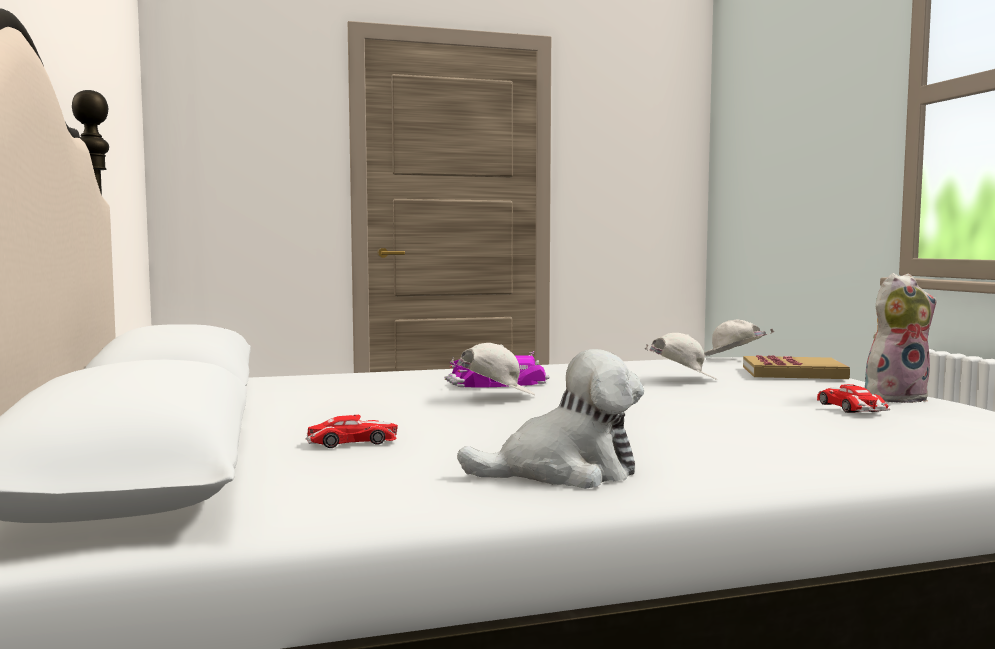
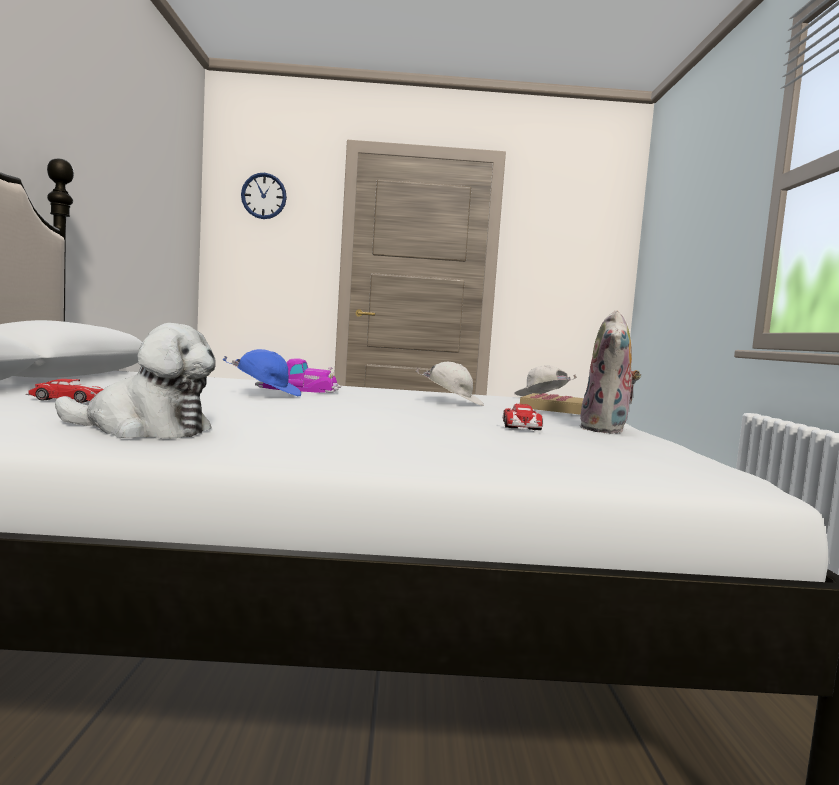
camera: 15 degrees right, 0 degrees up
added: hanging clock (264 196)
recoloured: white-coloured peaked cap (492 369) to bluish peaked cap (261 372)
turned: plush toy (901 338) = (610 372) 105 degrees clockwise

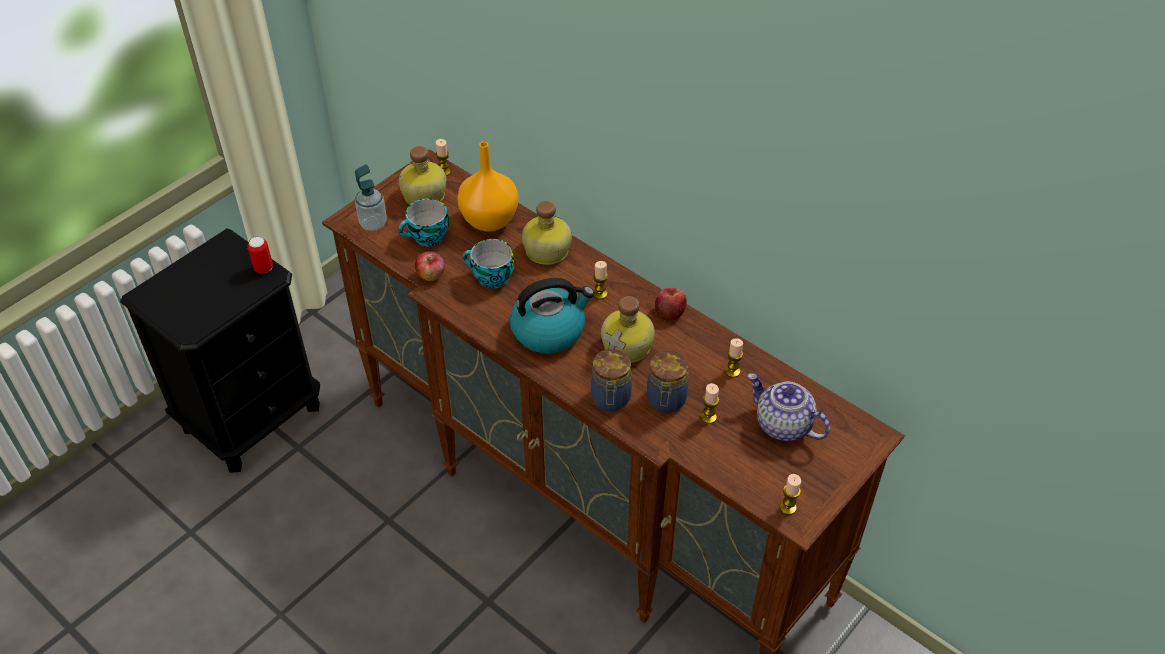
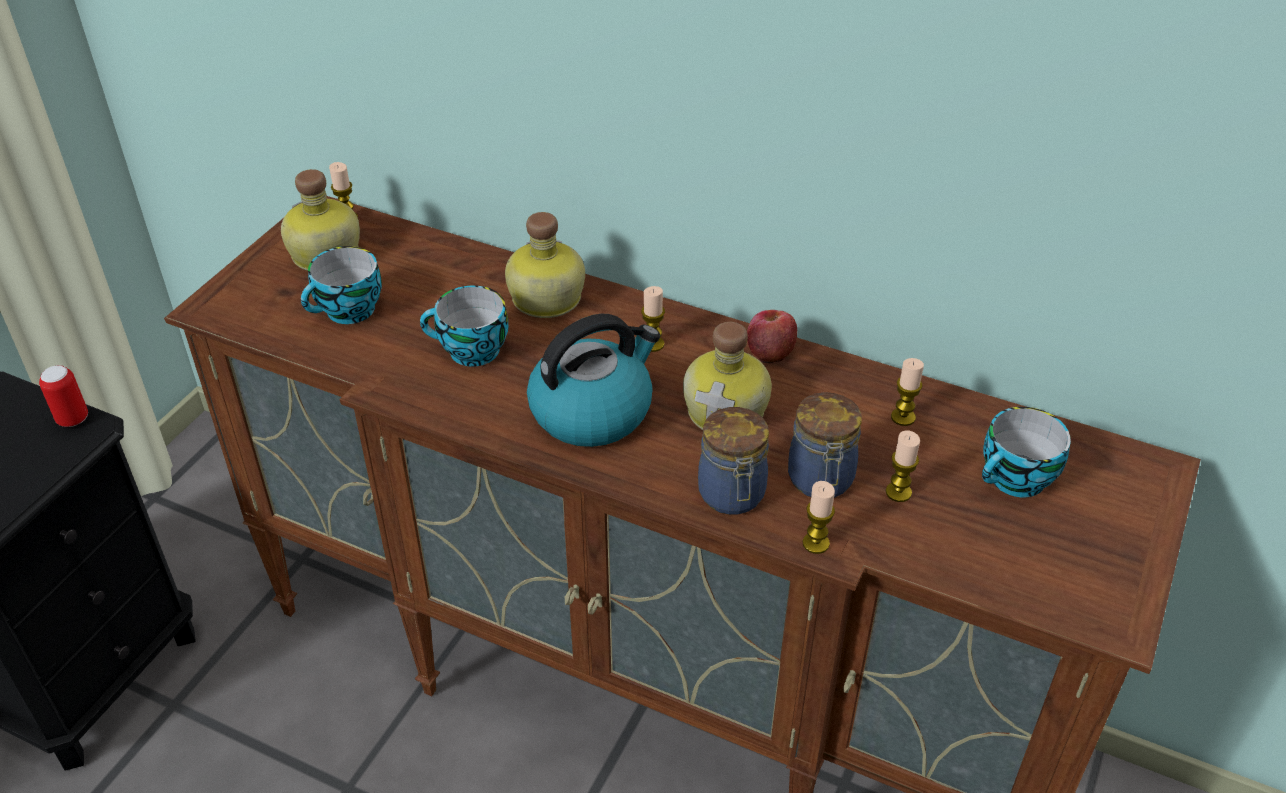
camera: 15 degrees left, 5 degrees down
removed: soap bottle (371 197); apple fruit (430 266); orangey vase (487 187)
moved: wax candle (790 494) to (819 517)
replaced: teapot (789 407) to cup (1026 452)

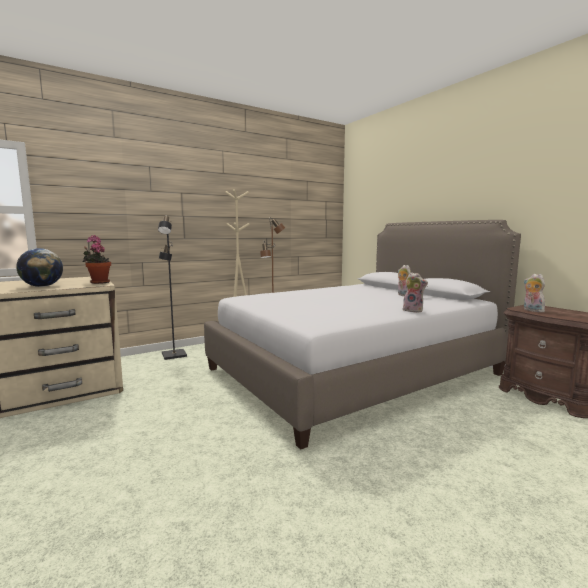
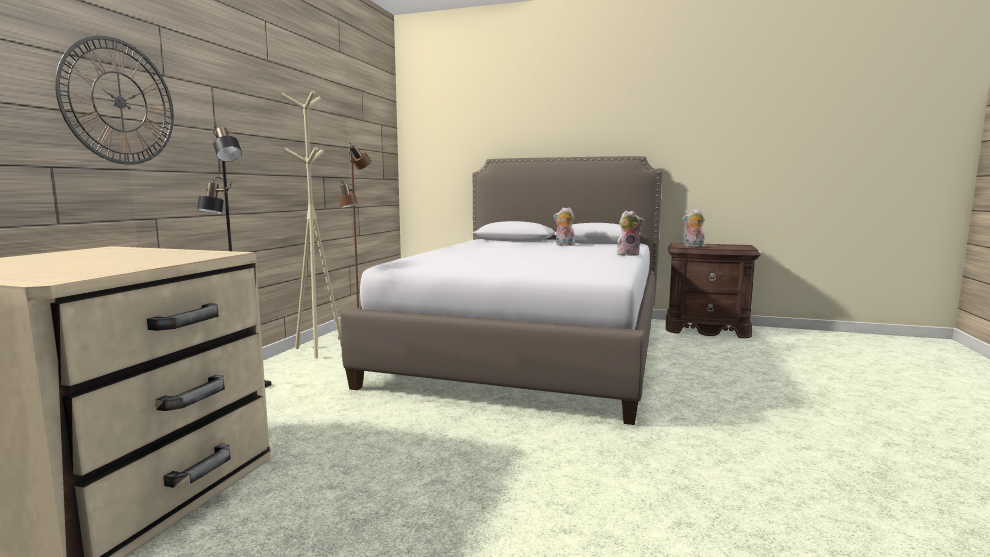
camera: 40 degrees left, 0 degrees up
removed: desk globe (39 267); potted plant (97 259)
added: hanging clock (114 100)

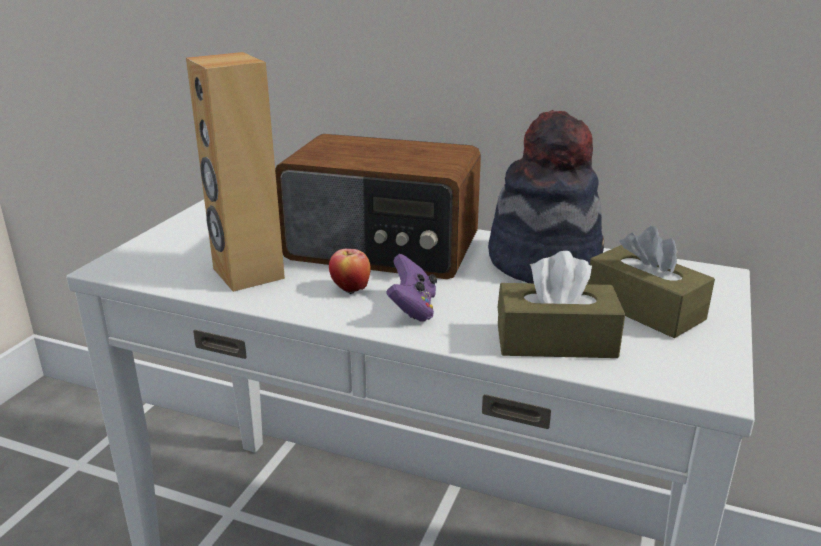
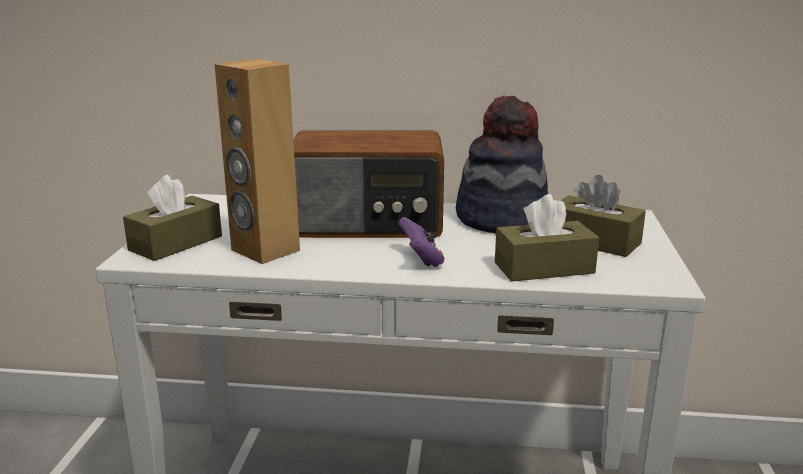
camera: 15 degrees left, 5 degrees down
removed: apple fruit (350 271)
added: brown box of tissues (172 218)

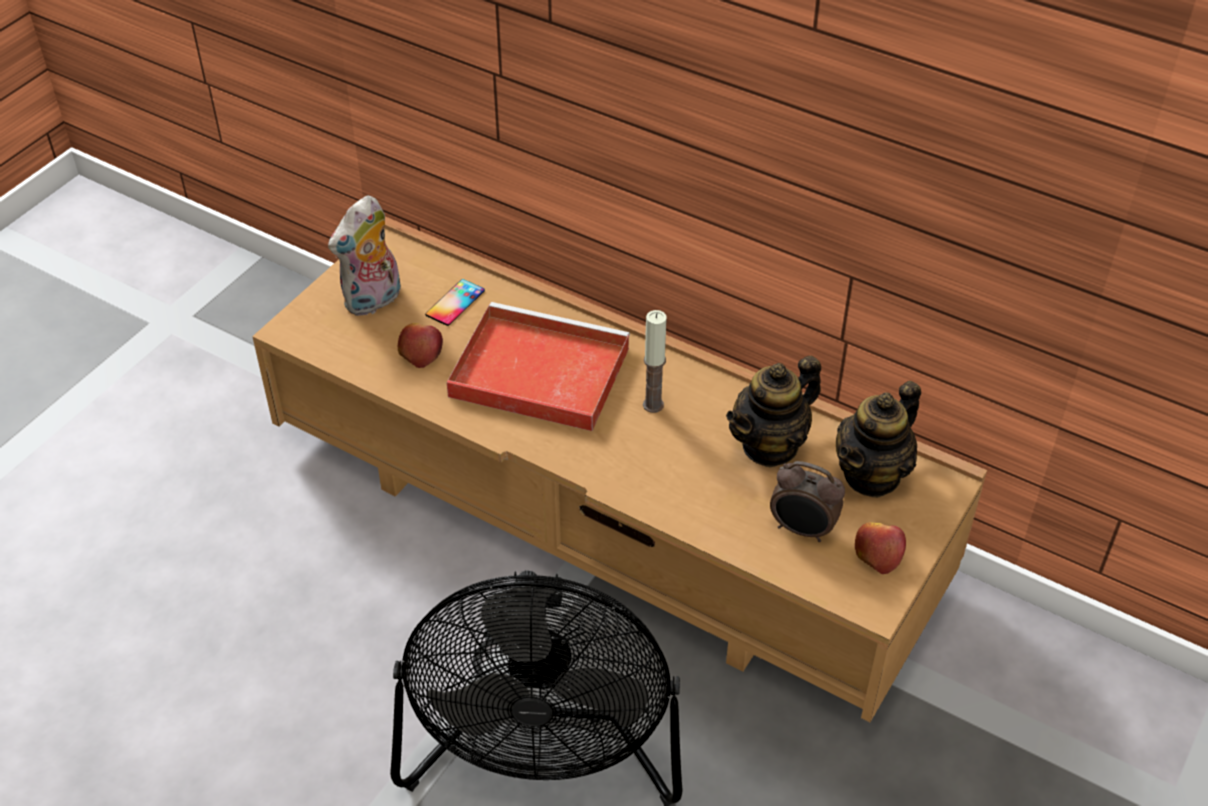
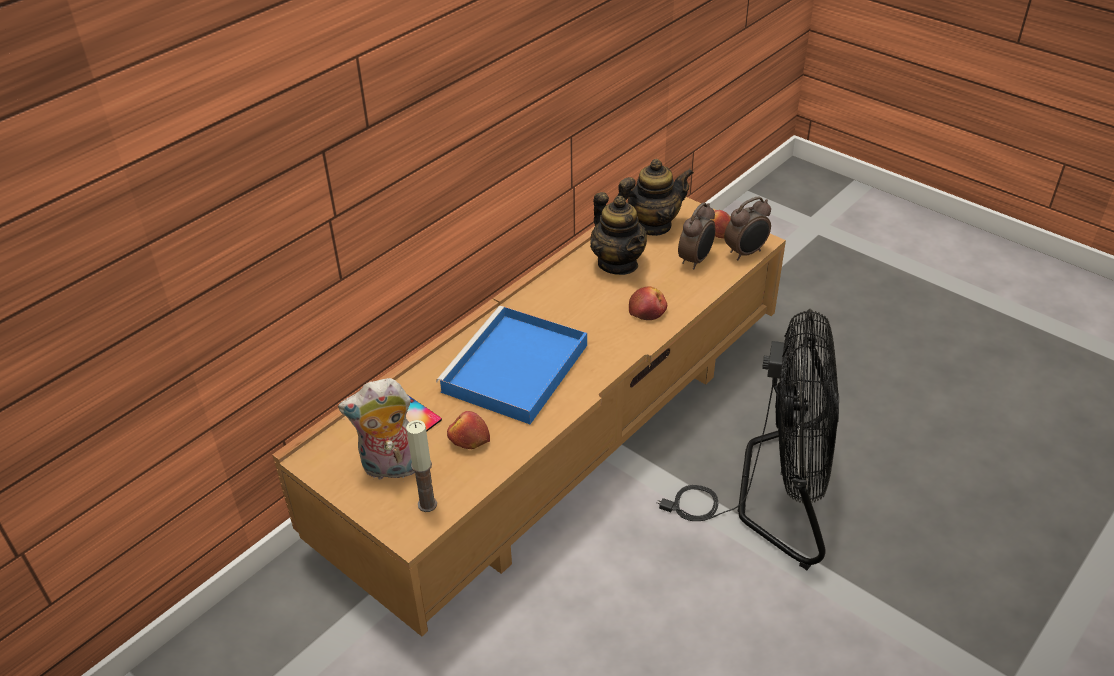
camera: 80 degrees left, 5 degrees down
added: apple fruit (648 303); bedside clock (747 228)
moved: wax candle (655 361) to (421 466)
recoloured: red tray (538 366) to bluish tray (511 365)
turned: plush toy (364 255) = (376 429) 120 degrees clockwise; teapot (878 439) = (656 197) 75 degrees counterclockwise

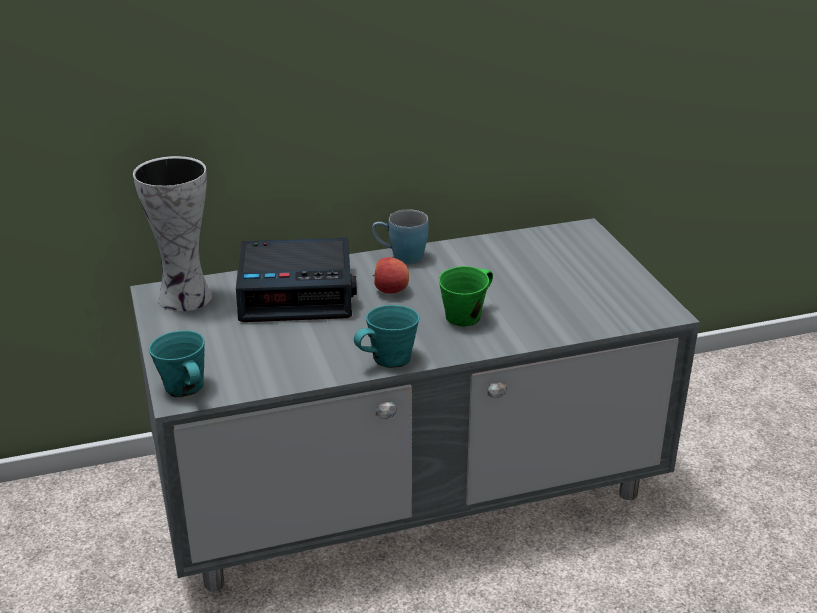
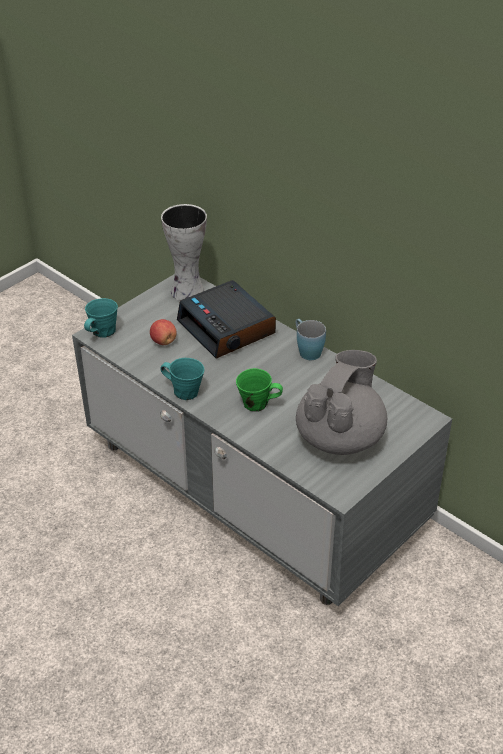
camera: 60 degrees right, 10 degrees up
added: gray teapot (341 402)
moved: apple fruit (391 275) to (163 332)

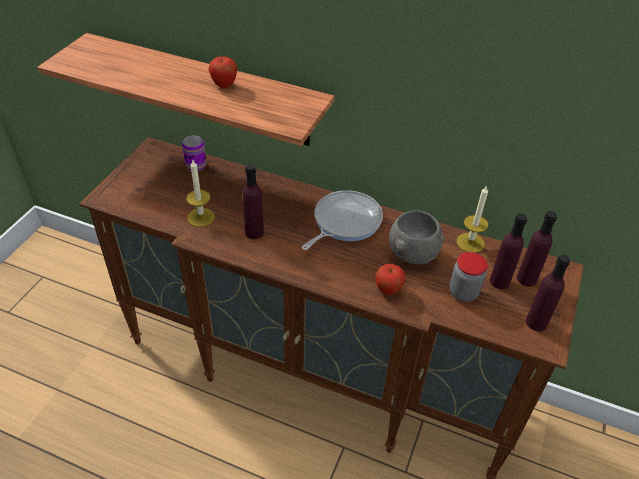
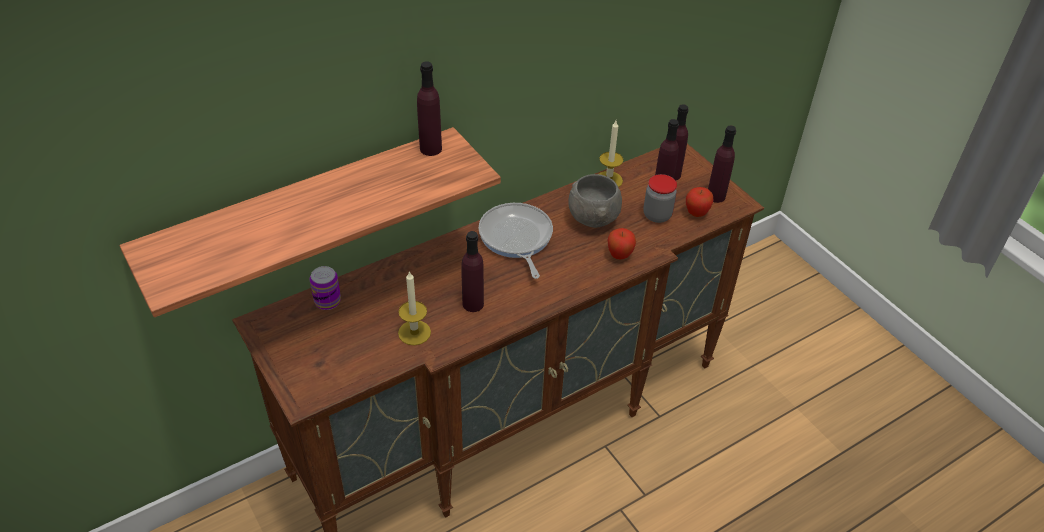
camera: 55 degrees left, 0 degrees up
added: purplish bottle (429 108)
moved: apple fruit (222 72) to (700 202)

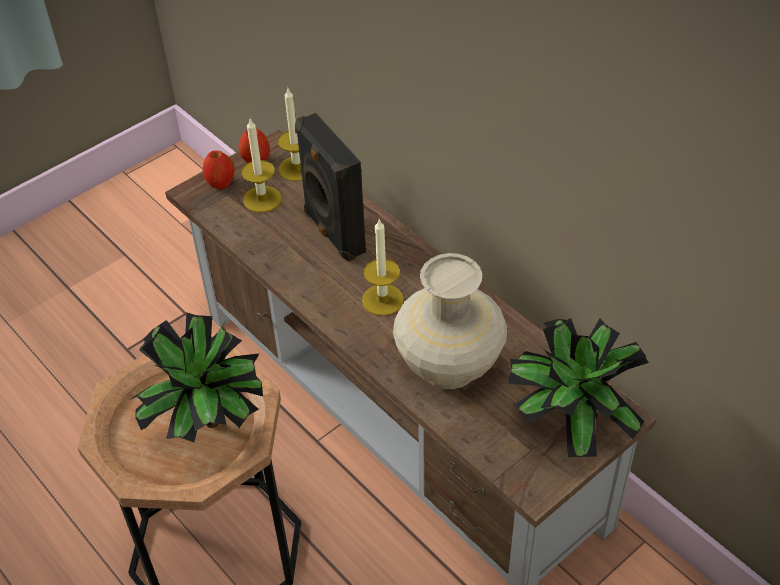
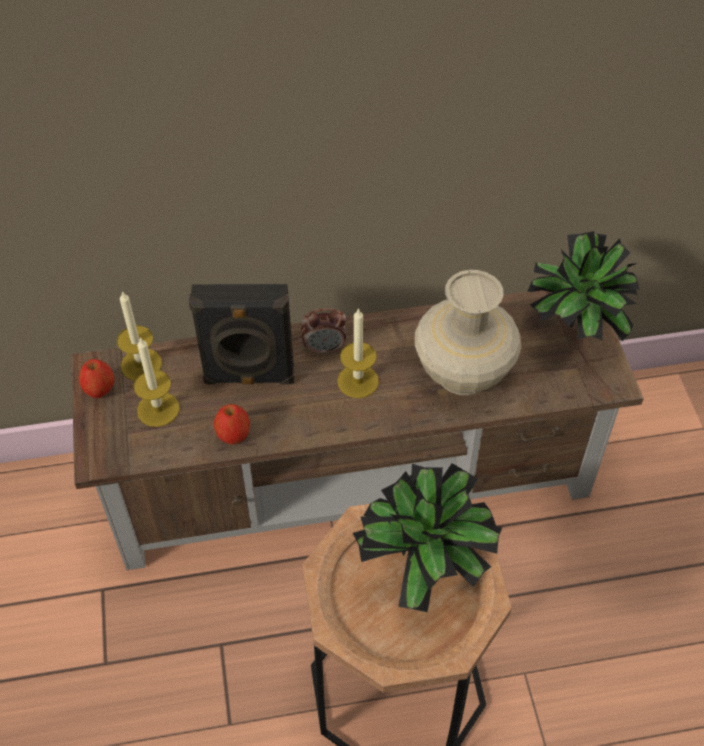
camera: 60 degrees left, 5 degrees up
added: bedside clock (323 331)
moved: apple fruit (219 170) to (232 424)

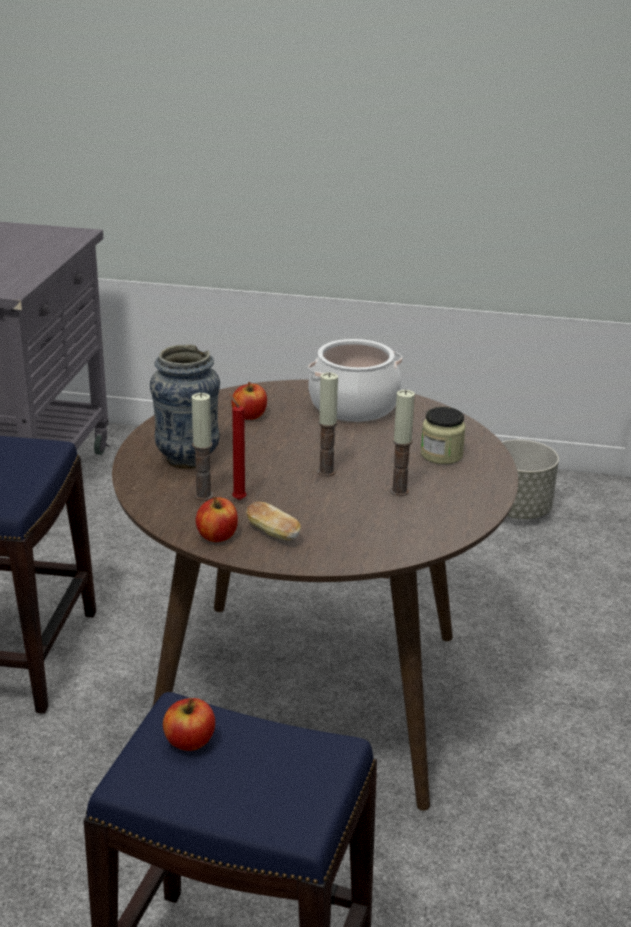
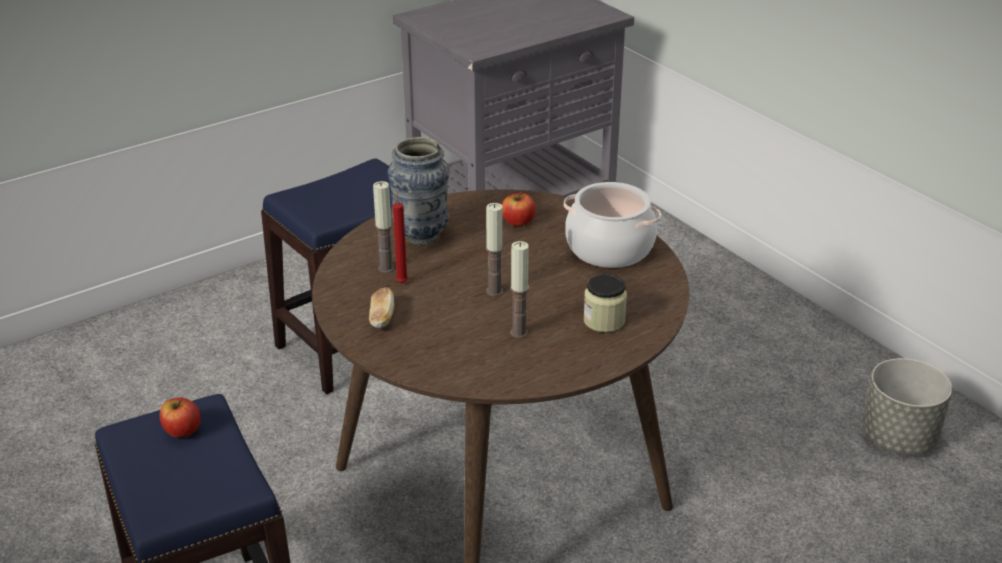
camera: 45 degrees right, 5 degrees up
removed: apple fruit (217 519)

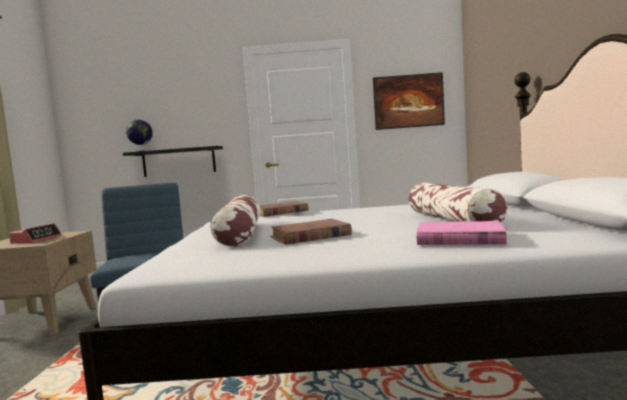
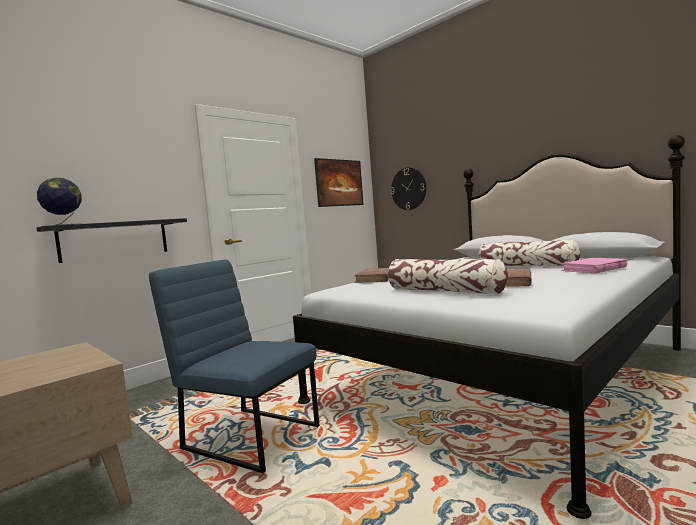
camera: 45 degrees left, 0 degrees up
removed: bedside clock (35 233)
added: hanging clock (408 188)

